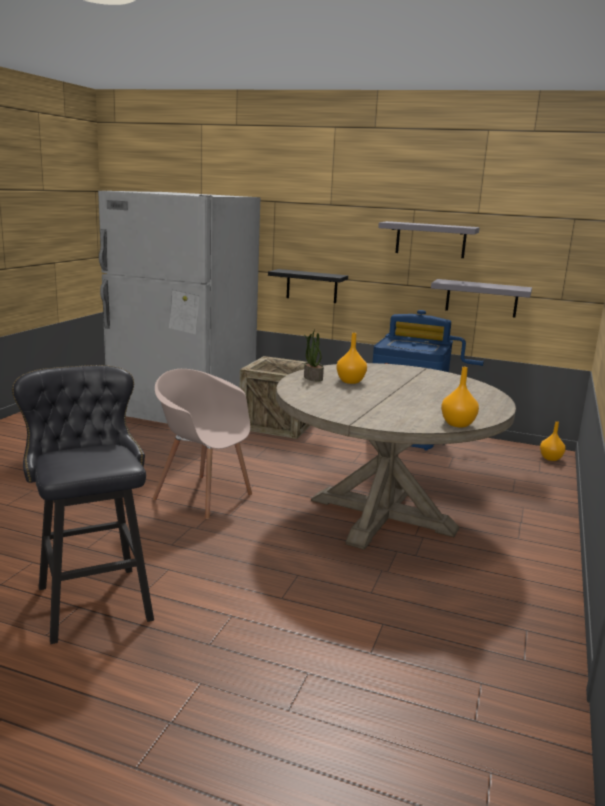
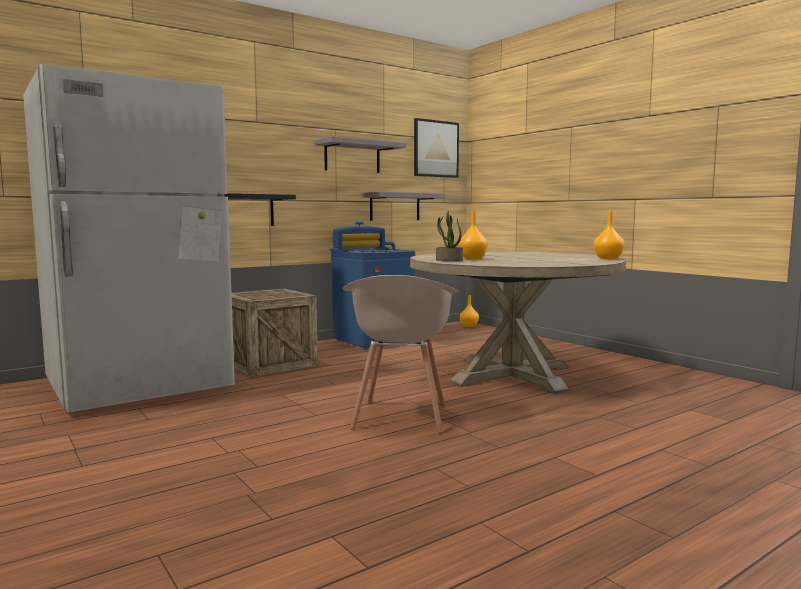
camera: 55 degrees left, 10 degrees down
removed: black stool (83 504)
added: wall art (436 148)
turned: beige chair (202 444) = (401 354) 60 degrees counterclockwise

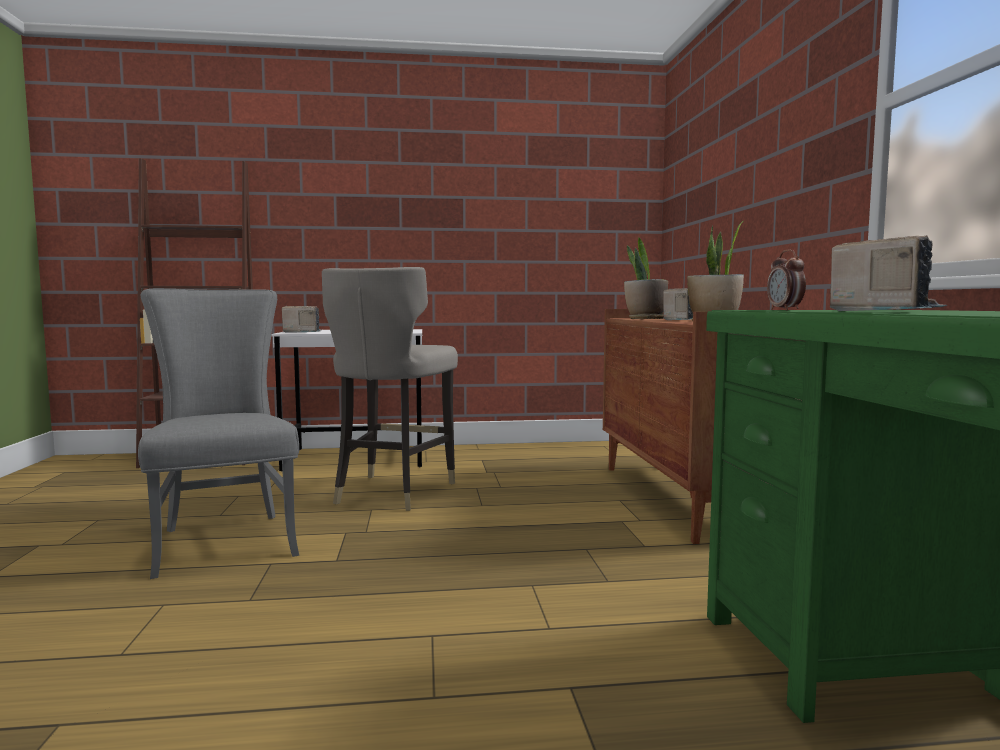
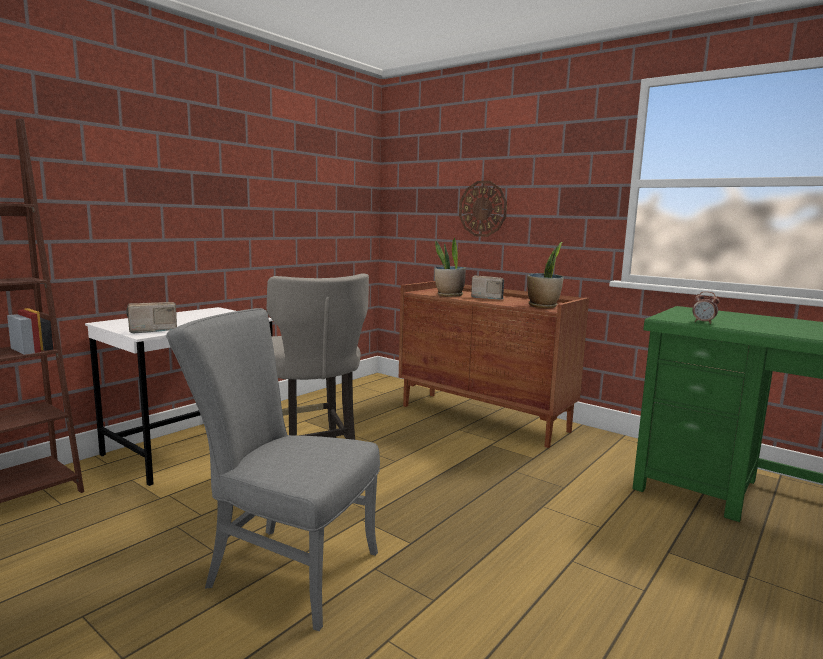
camera: 45 degrees left, 5 degrees up
removed: radio receiver (888 273)
added: hanging clock (483 209)

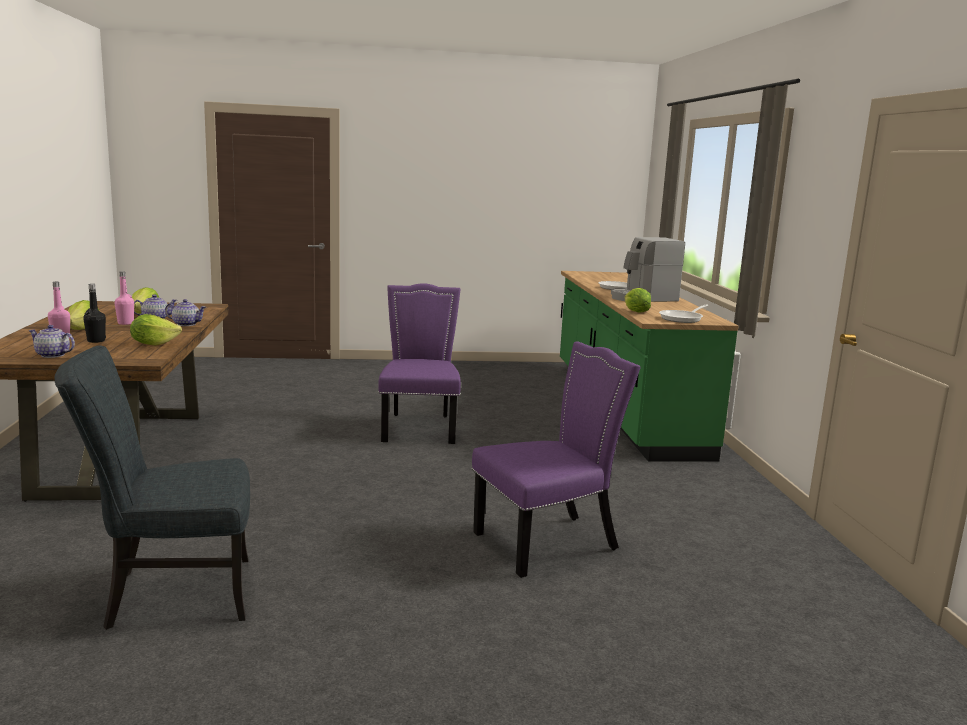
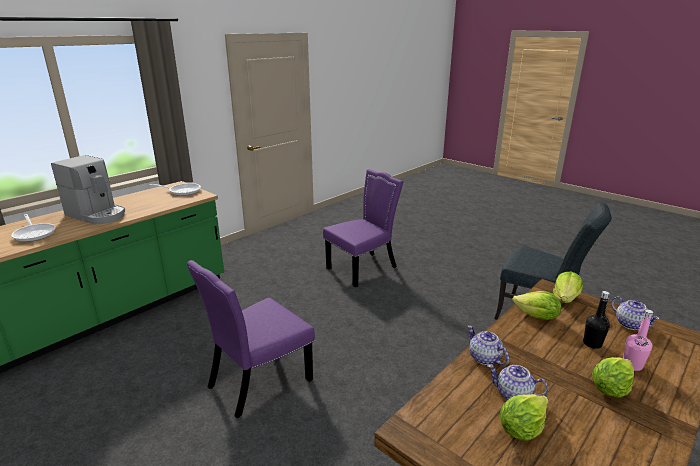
camera: 130 degrees left, 10 degrees up
removed: pink bottle (124 298)
moved: lettuce head (638 300) to (568 287)
turned: purplish chair (556 459) = (363 228) 120 degrees clockwise

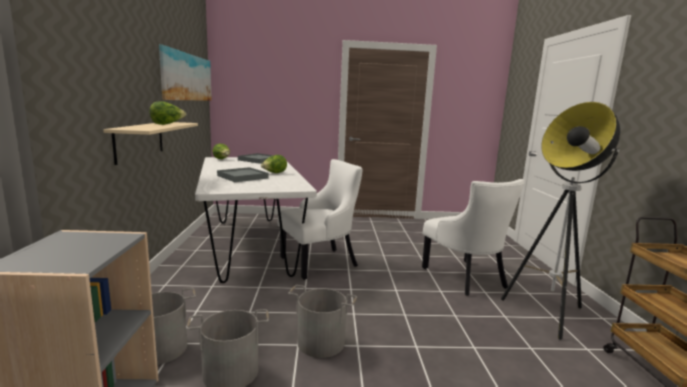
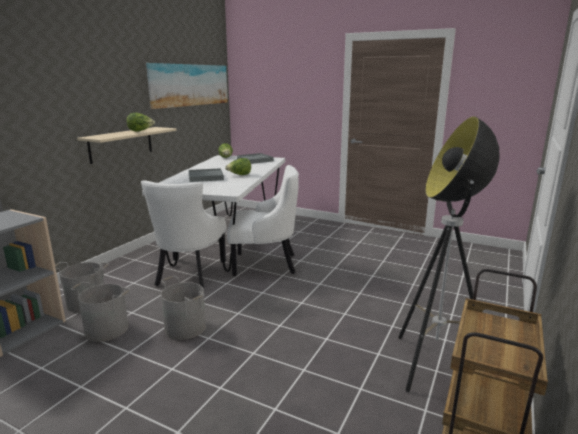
camera: 30 degrees right, 5 degrees up
moved: white-coloured chair (473 237) to (184 234)

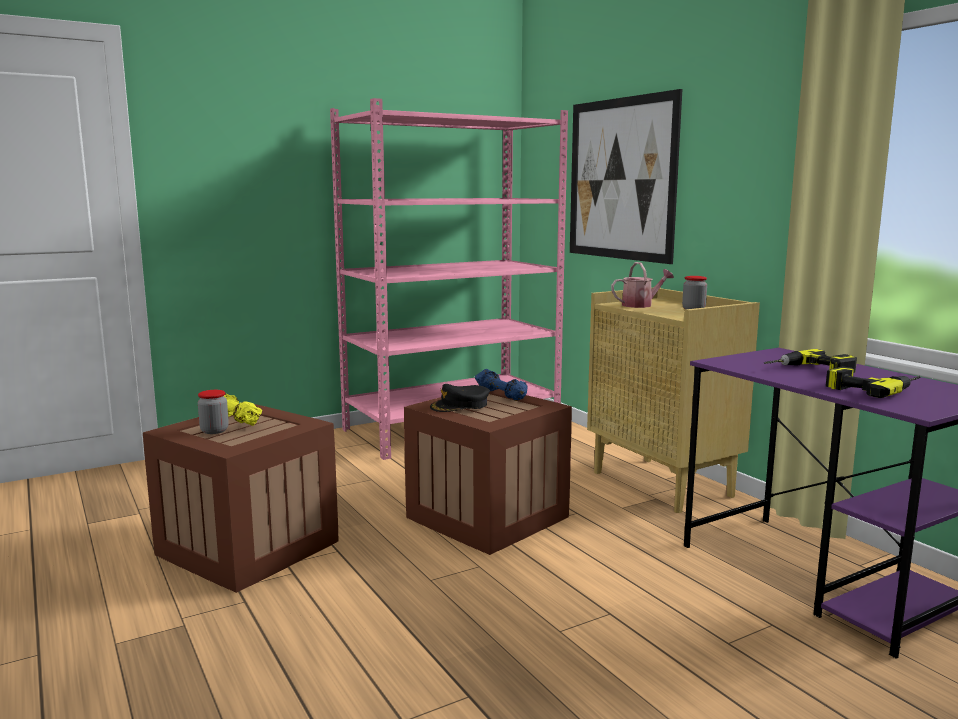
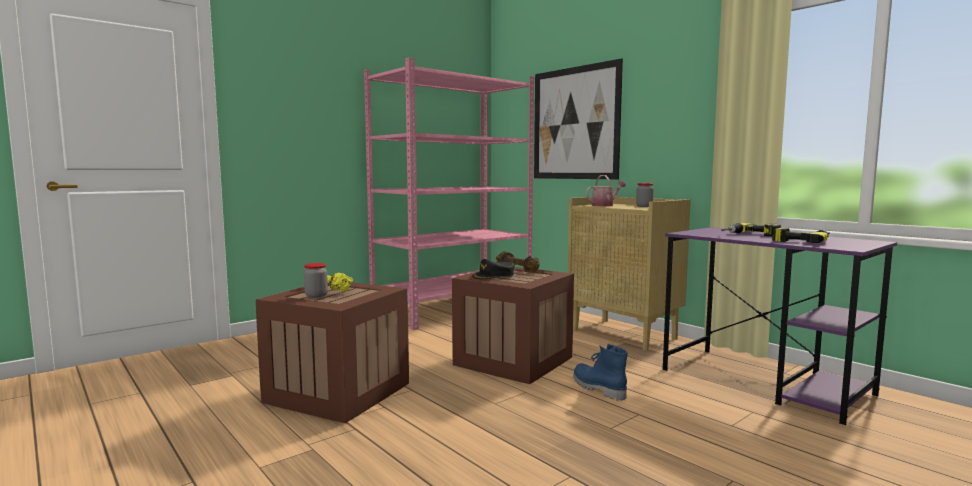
camera: 10 degrees left, 5 degrees down
added: bluish boot (600 372)
recoloured: bluish hand weight (501 385) to brown hand weight (518 261)

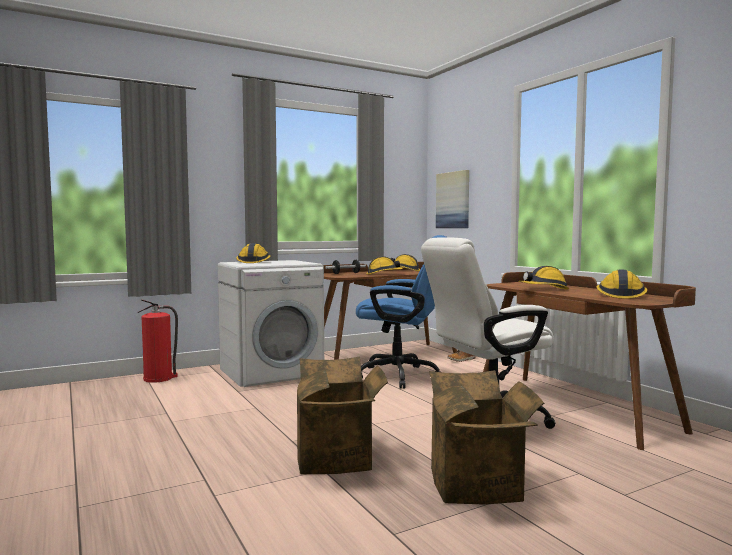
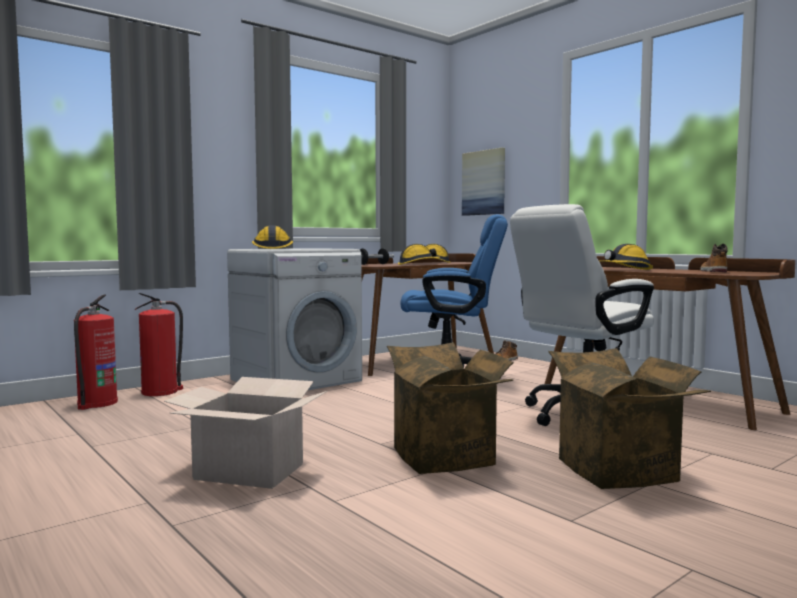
camera: 10 degrees left, 0 degrees up
added: extinguisher (96 352); cardboard box (246 433)
replaced: safety helmet (622 284) to boot (714 258)

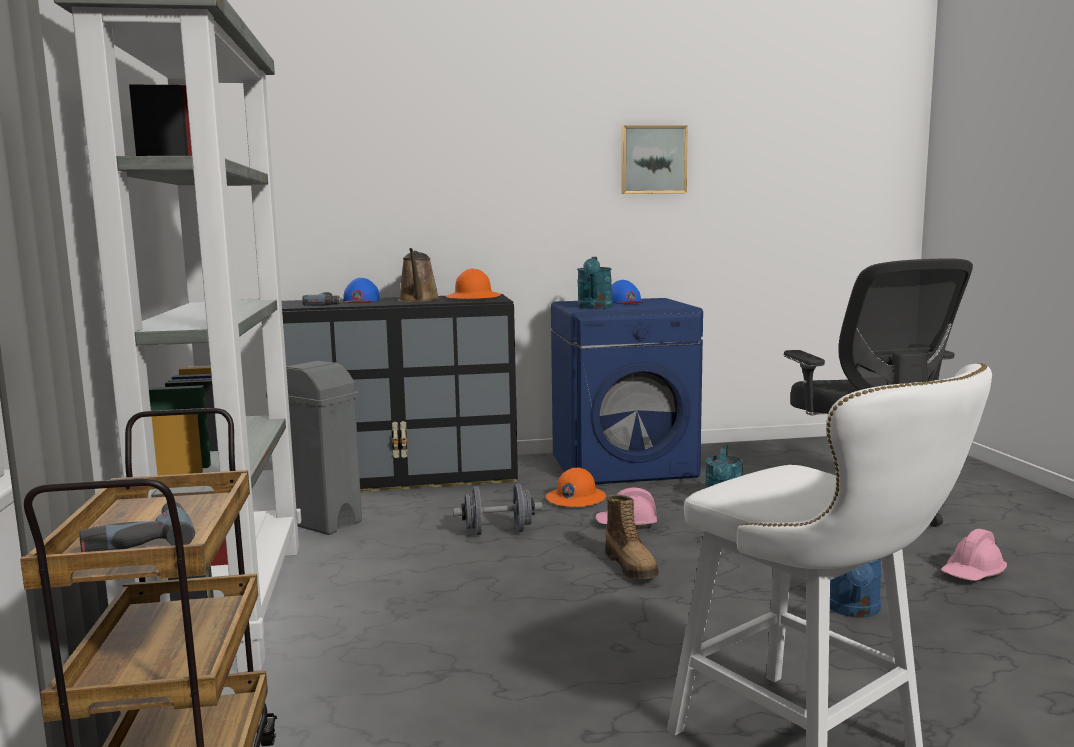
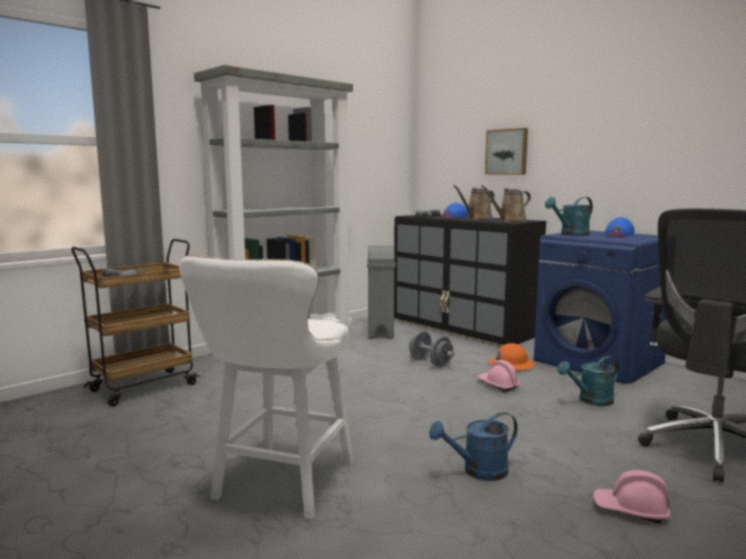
camera: 55 degrees right, 0 degrees up
removed: boot (632 536)
moved: wall art (654 160) to (506 151)
replaced: orangey safety helmet (473 283) to brown watering can (506 203)

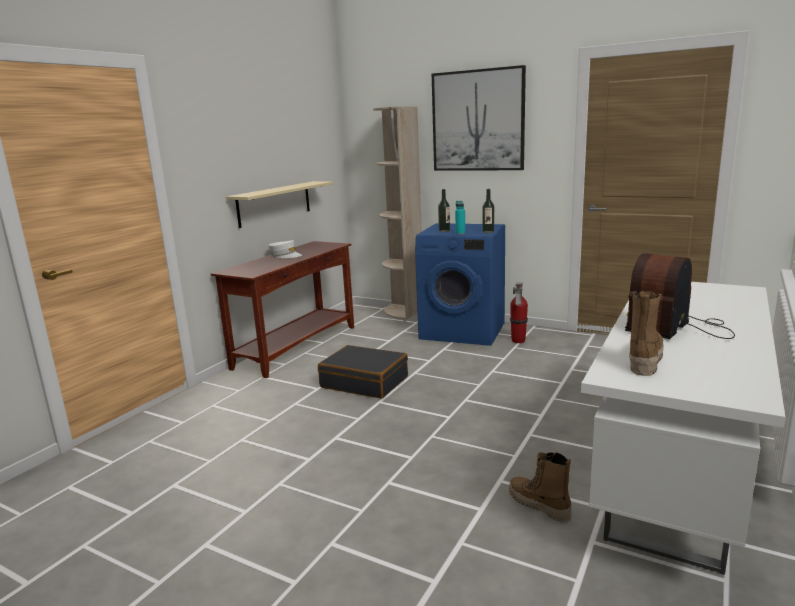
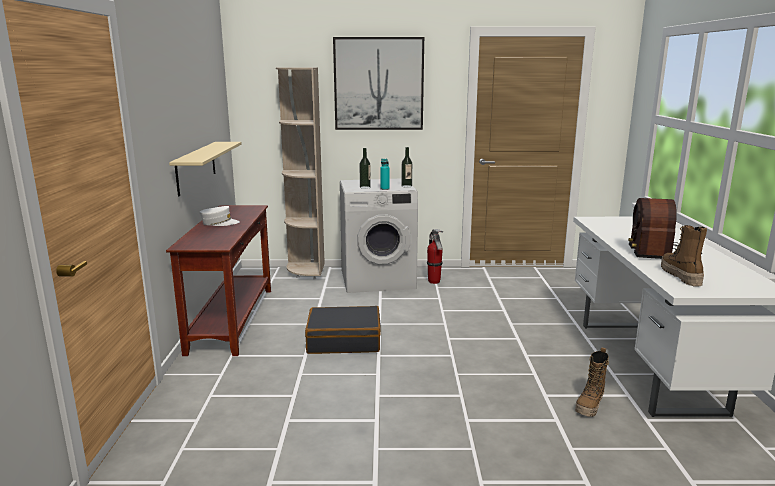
camera: 30 degrees left, 0 degrees up
recoloured: bluish laundry appliance (460 284) to white-coloured laundry appliance (379 235)
turned: boot (540 487) = (592 382) 75 degrees counterclockwise

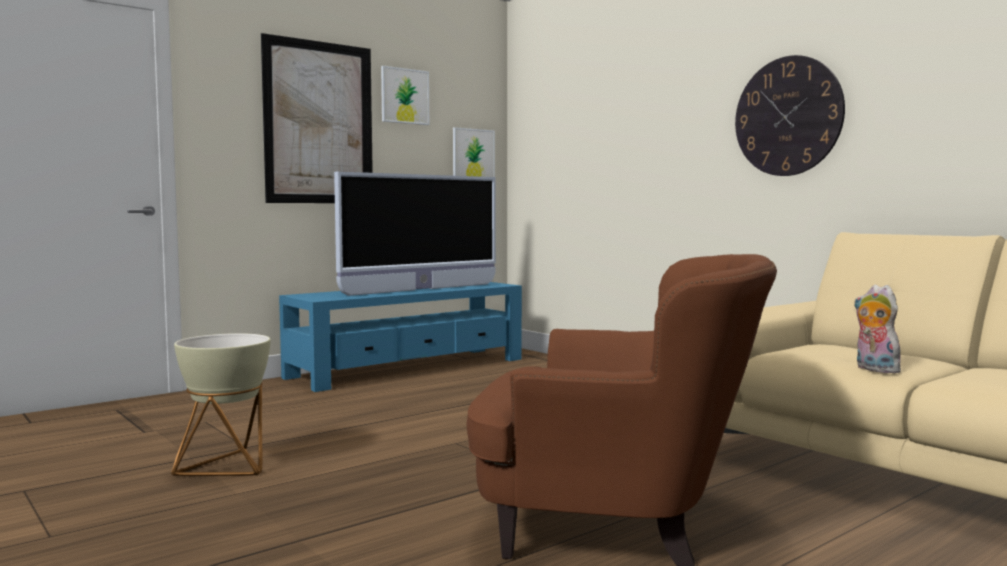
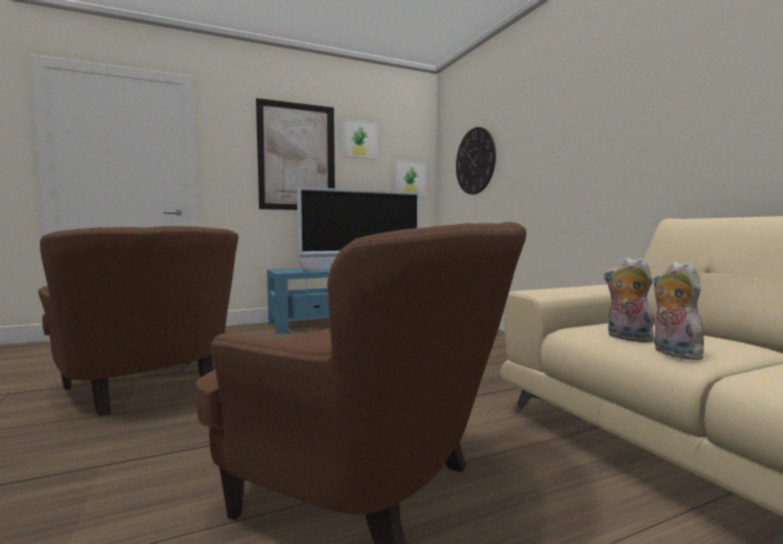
camera: 15 degrees right, 0 degrees up
added: plush toy (629 300)
moved: hanging clock (790 115) to (476 161)
replaced: flower pot (221 404) to brown easy chair (138 321)

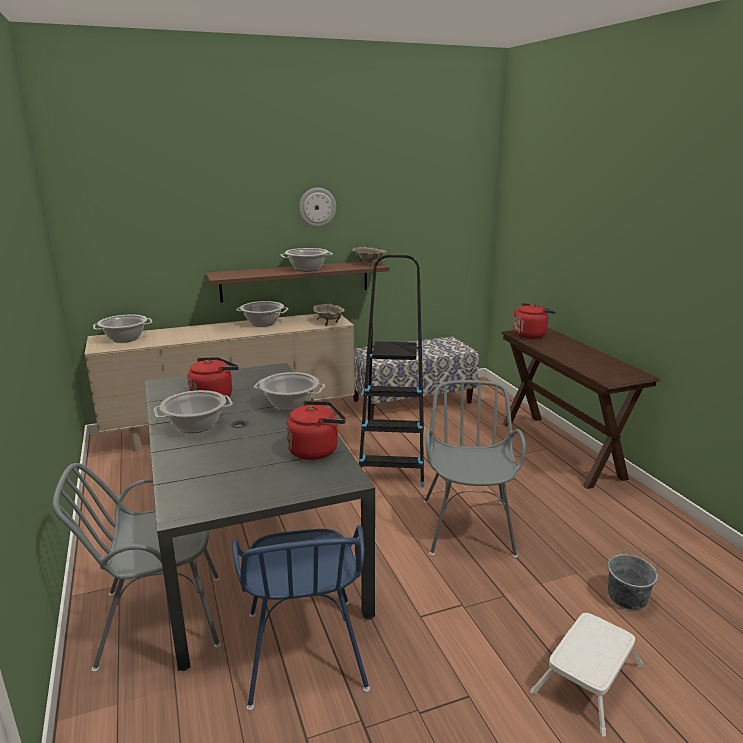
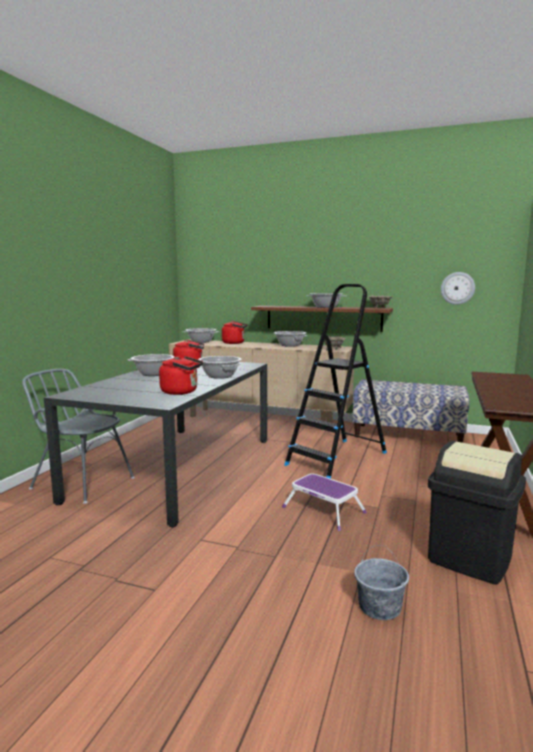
camera: 40 degrees right, 10 degrees down
removed: bluish chair (301 617); white-coloured stepladder (587 675)
added: black rubbish bin (477 513)
moved: hanging clock (317 207) to (458 288); red water kettle (535 320) to (234 332)
replaced: gray chair (475 469) to purplish stepladder (324 502)

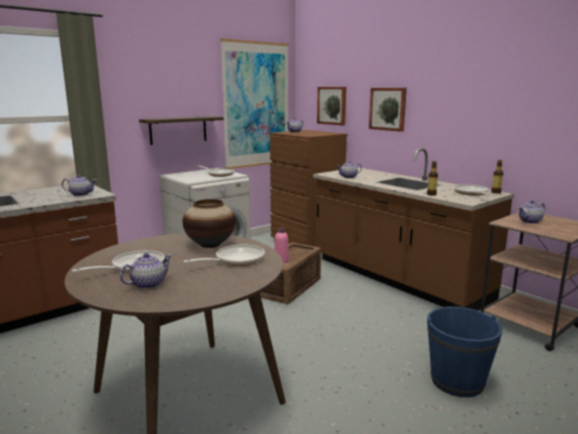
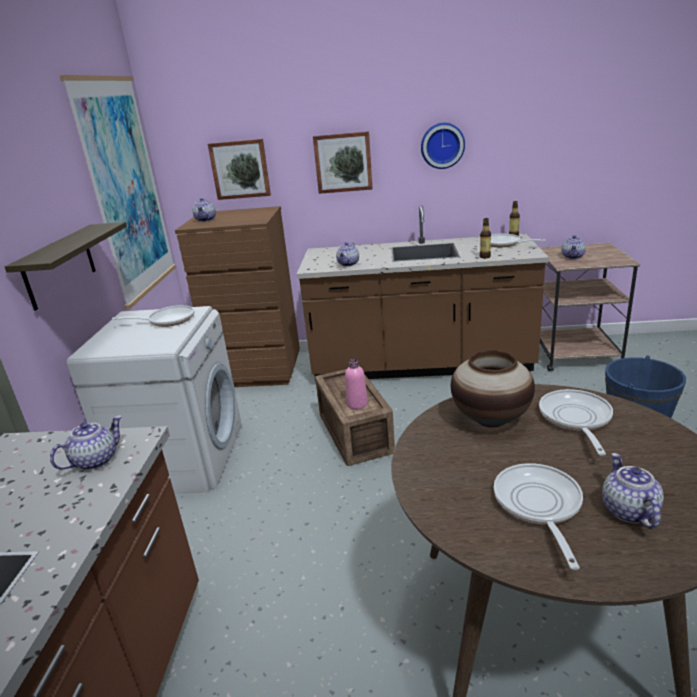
camera: 45 degrees left, 10 degrees up
added: hanging clock (443 146)

